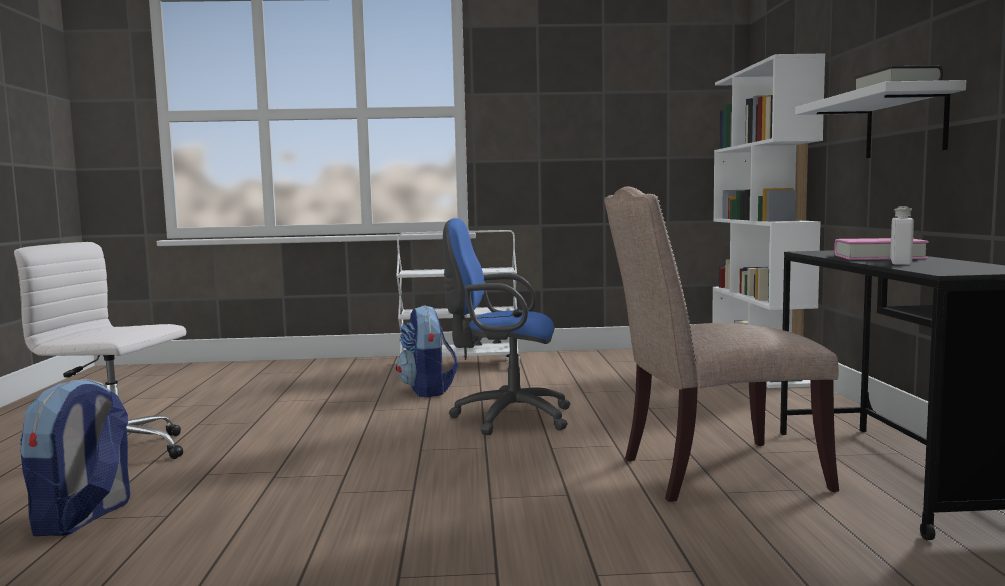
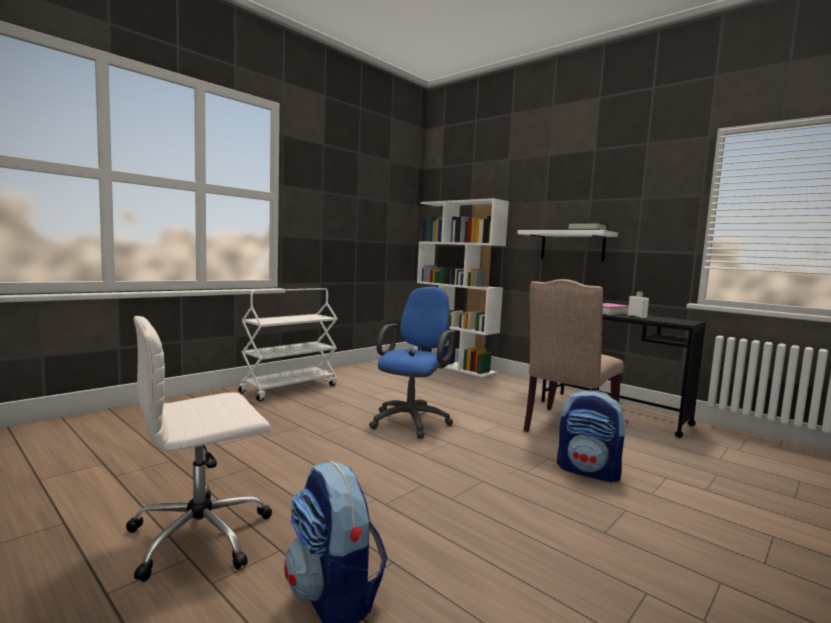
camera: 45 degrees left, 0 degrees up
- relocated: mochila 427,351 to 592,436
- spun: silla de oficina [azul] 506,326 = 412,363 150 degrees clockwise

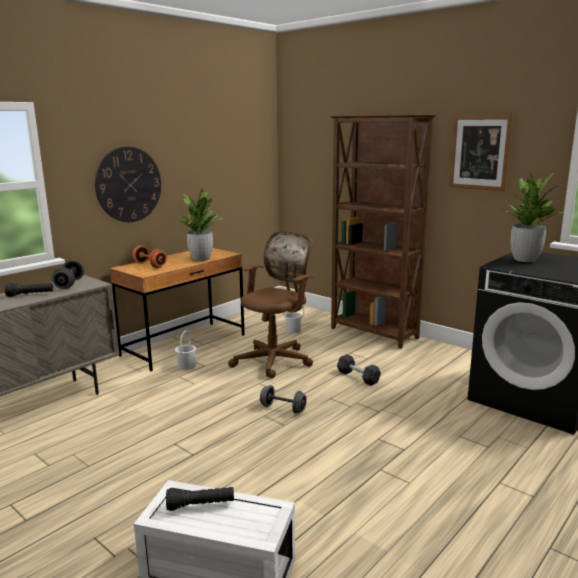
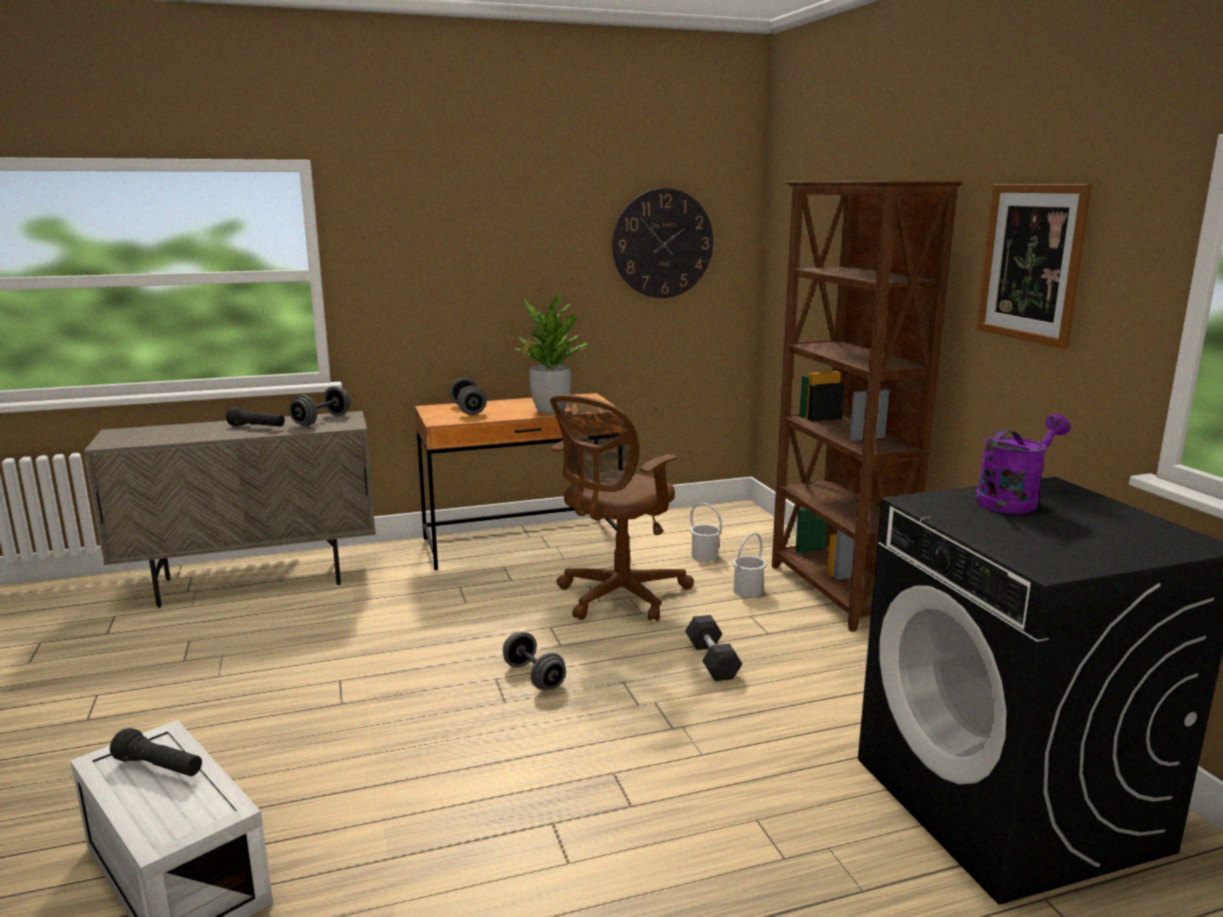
camera: 30 degrees right, 0 degrees up
- relocated: reloj de pared 128,184 to 662,243
- colour: mancuerna [naranja] 149,256 to mancuerna [gris] 468,396
- relocated: cubo [blanco] 185,350 to 749,565
- spun: silla de oficina [marrón] 271,304 = 622,508 150 degrees clockwise
- exchanged: planta en maceta 533,216 to regadera [morado] 1023,464

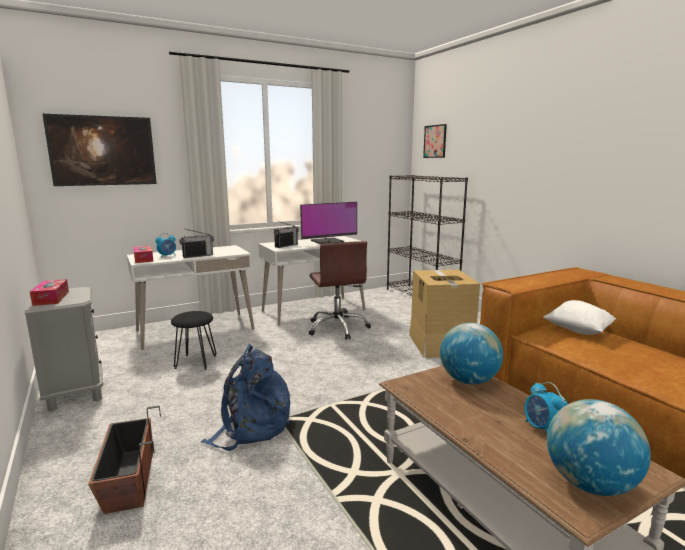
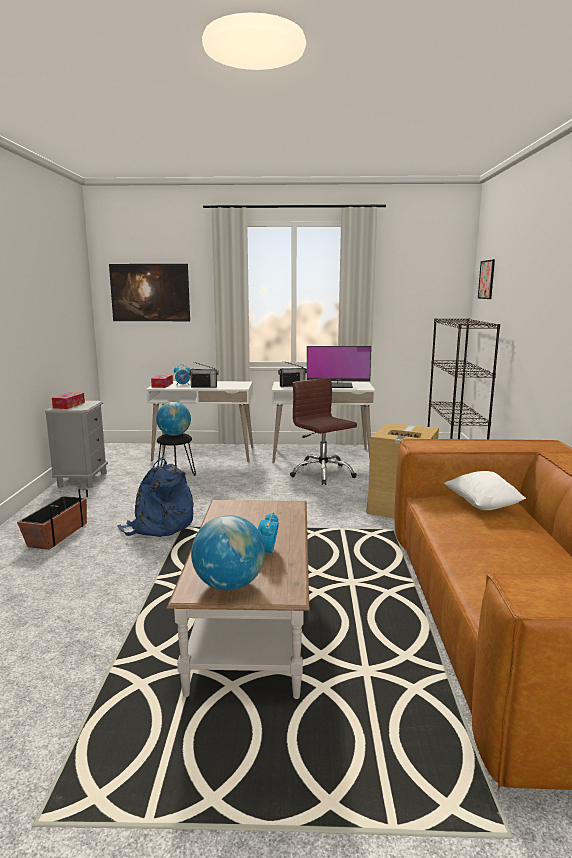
camera: 30 degrees right, 0 degrees up
- spun: silla de oficina [marrón] 340,290 = 323,431 135 degrees clockwise
- relocated: globo terráqueo 471,354 to 173,419

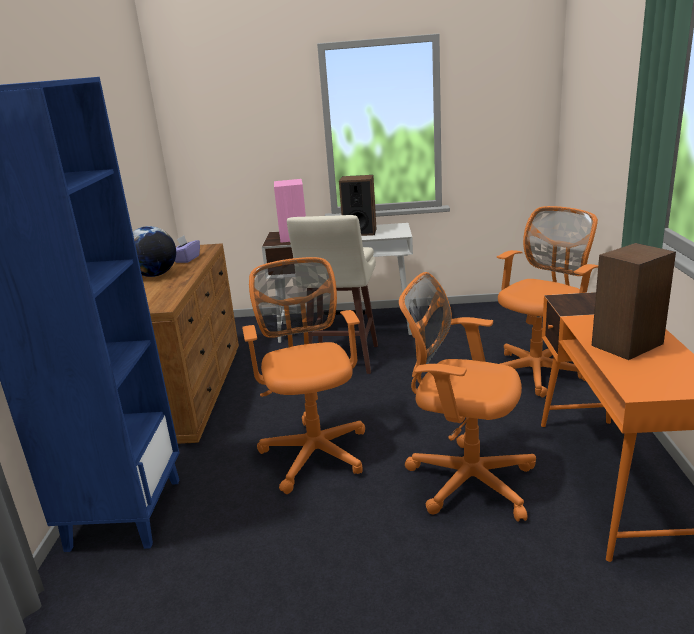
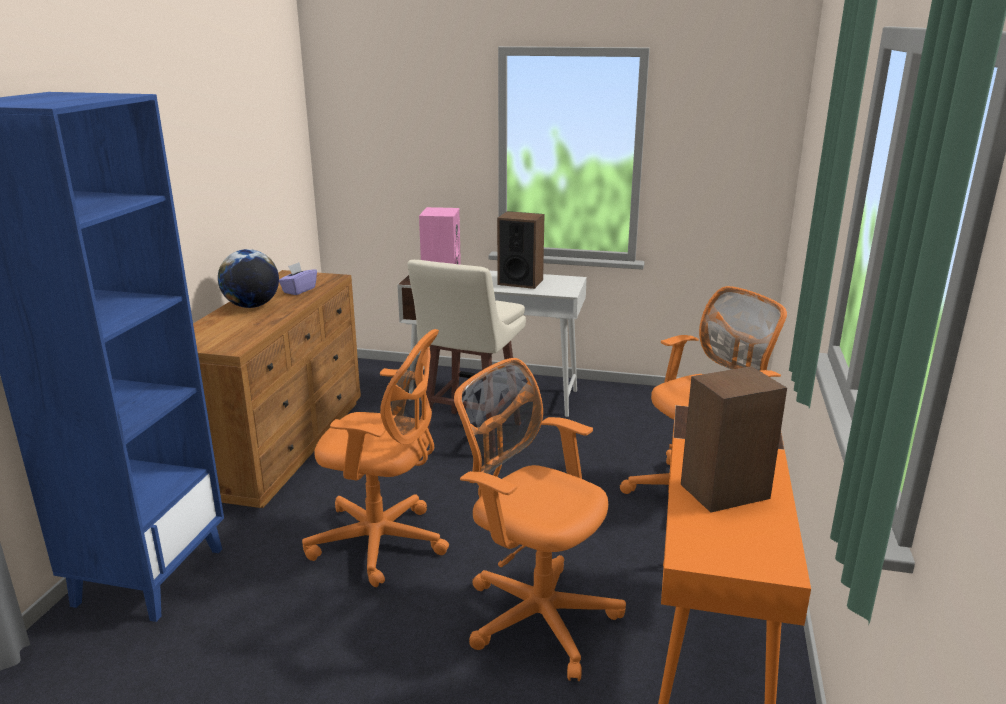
camera: 10 degrees right, 0 degrees up
- spun: silla de oficina [naranja] 303,375 = 375,458 105 degrees clockwise

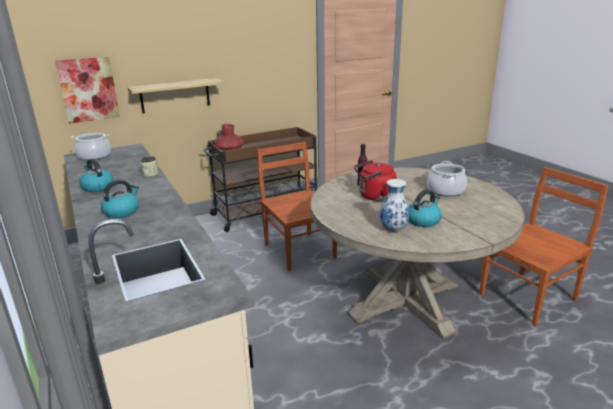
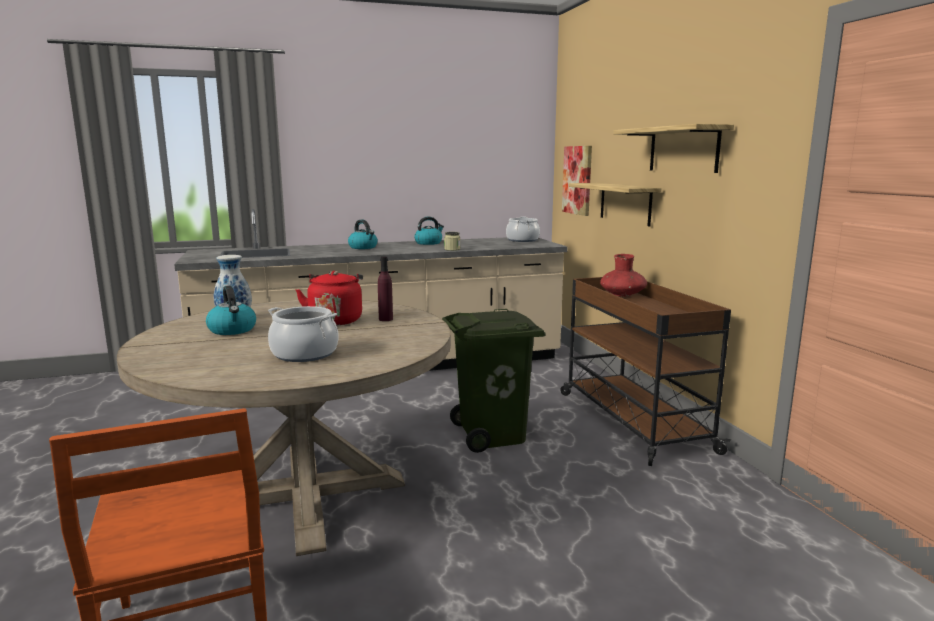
camera: 100 degrees right, 10 degrees down
- exchanged: silla [marrón] 297,206 to papelera [verde] 494,381
- appeared: estante 673,148

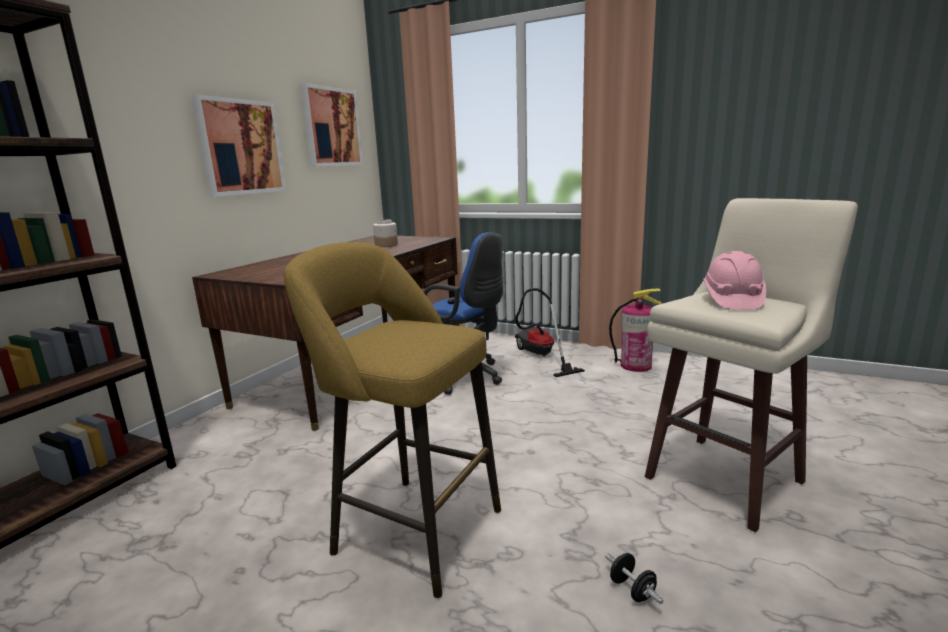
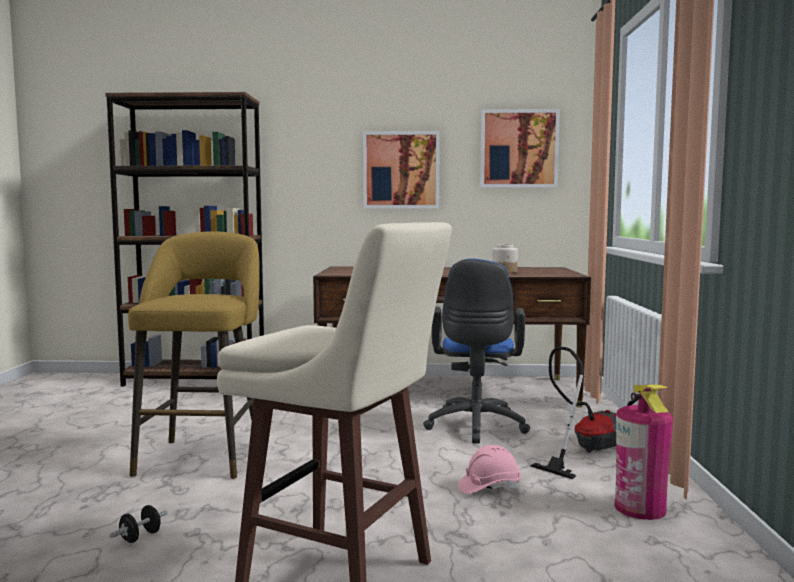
camera: 65 degrees right, 10 degrees down
- relocated: casco [rosa] 734,280 to 489,469

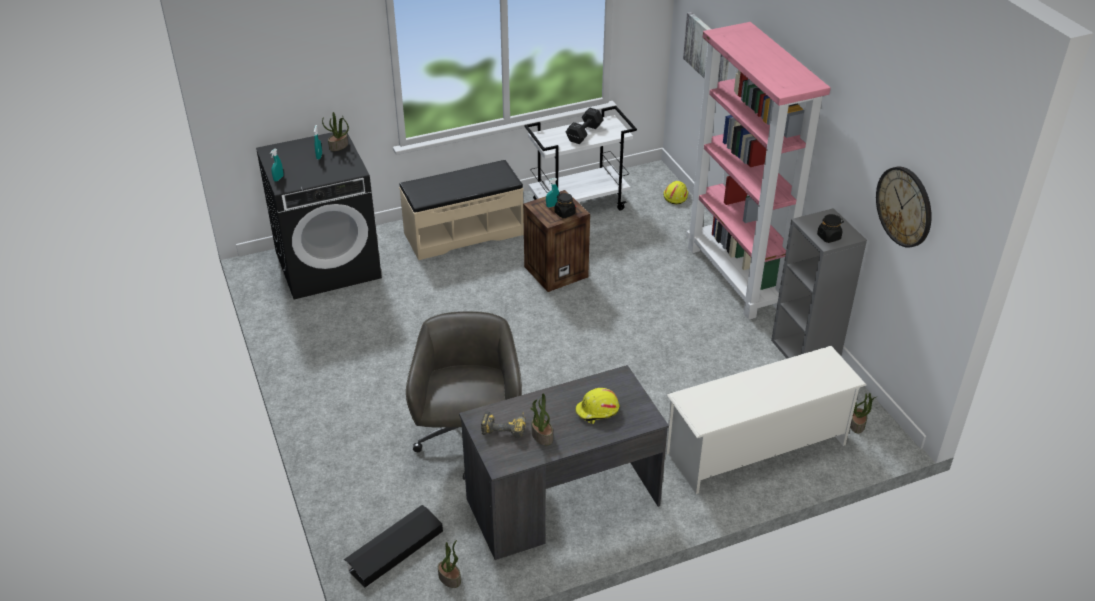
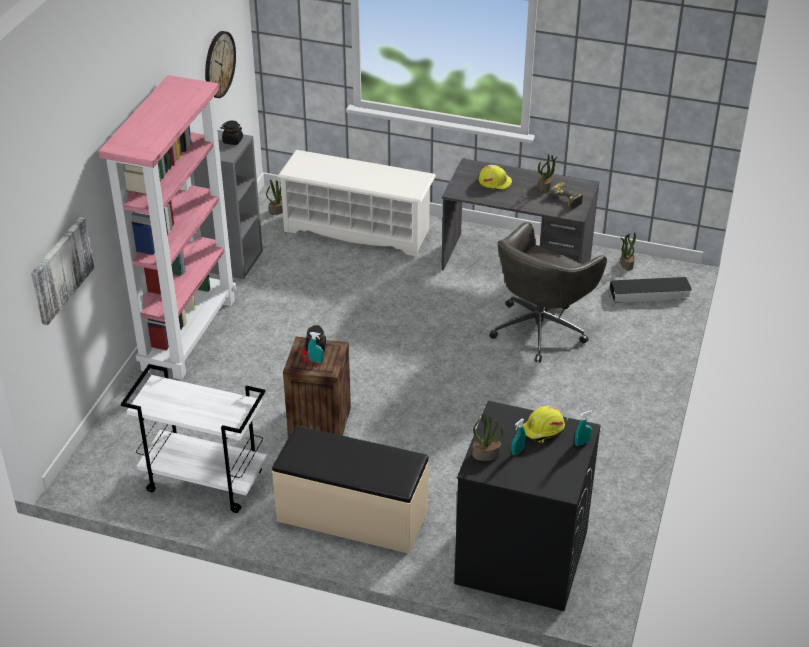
camera: 140 degrees left, 0 degrees up
- missing: mancuerna [negro] 585,126
- relocated: casco [amarillo] 676,192 to 544,424

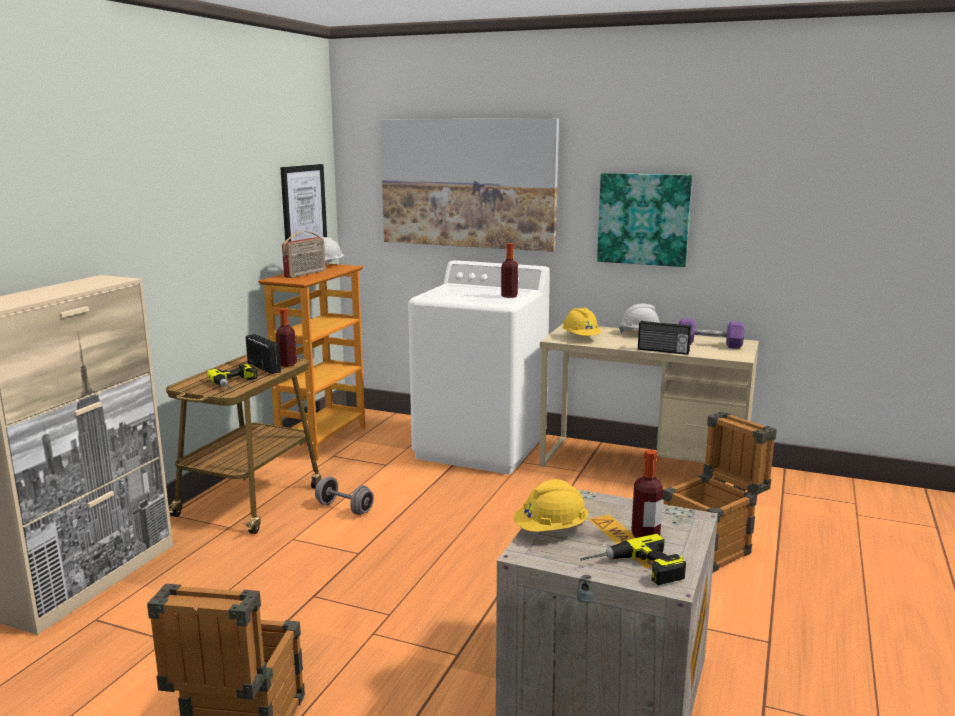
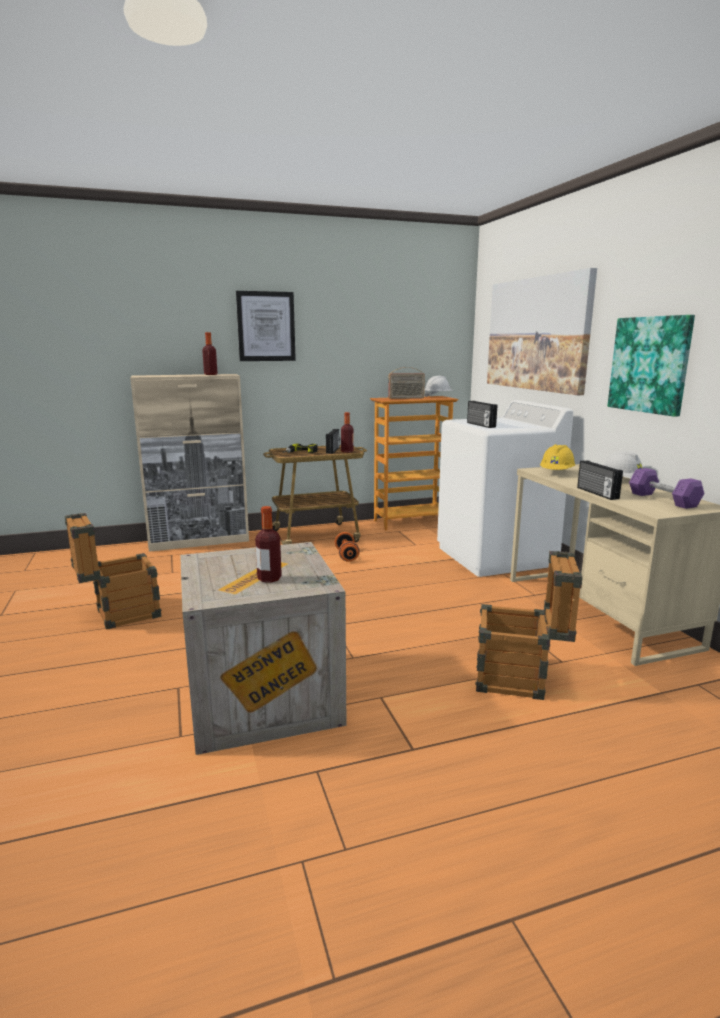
camera: 50 degrees right, 0 degrees up
- relocated: cuadro 303,203 to 266,326
- colour: mancuerna [gris] 344,496 to mancuerna [naranja] 347,547
- relocated: botella 509,270 to 210,353
- missing: casco [amarillo] 551,505
- missing: taladro 633,559
- appeared: radio 482,414

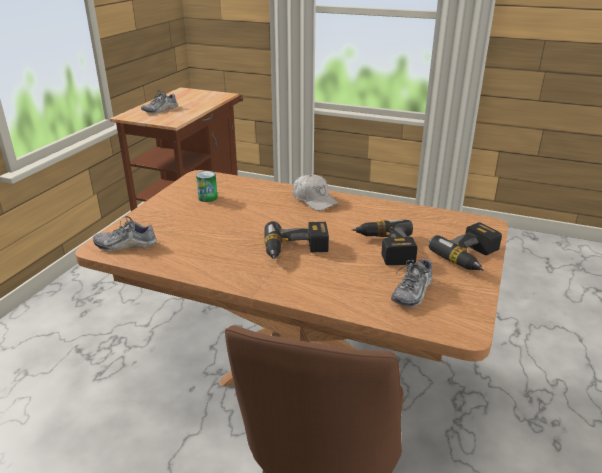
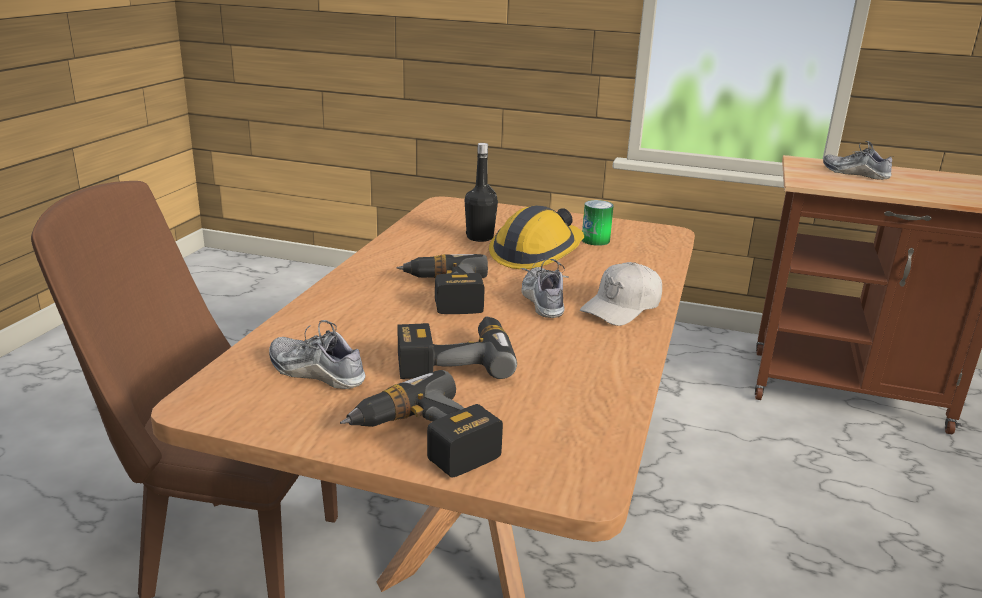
camera: 85 degrees right, 5 degrees down
- relocated: zapato 125,234 to 545,288
- appeared: botella [negro] 481,192
- appeared: casco 536,237

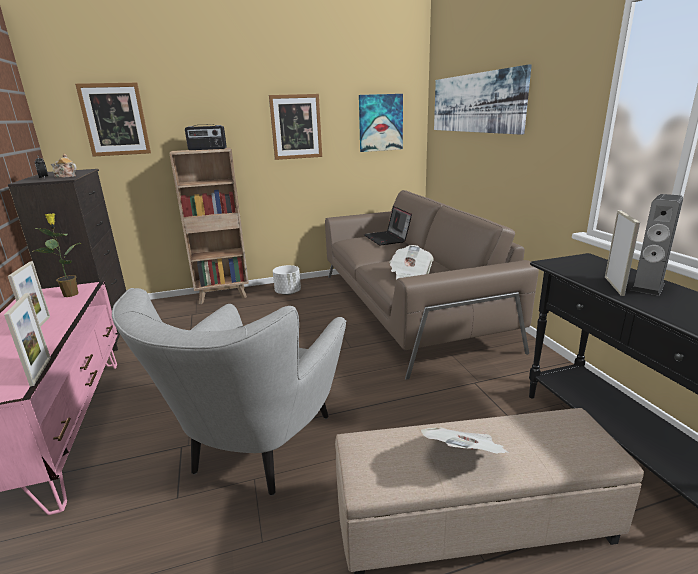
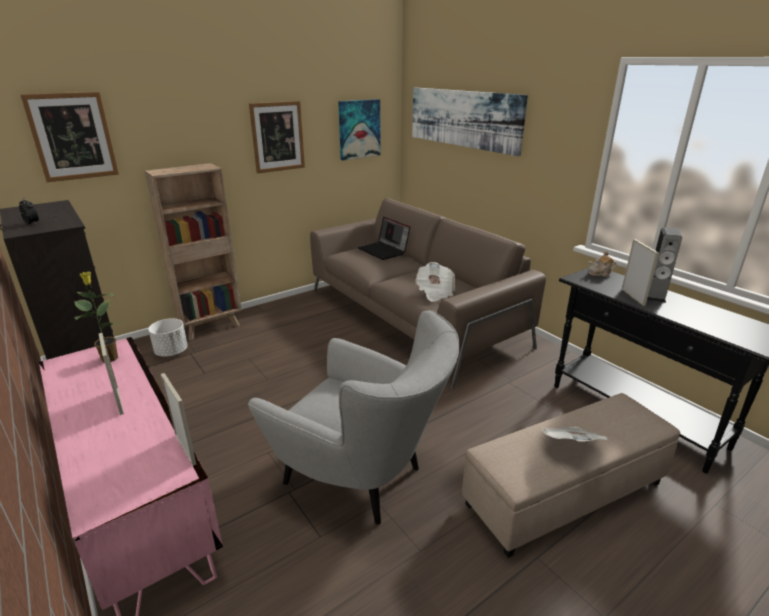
camera: 20 degrees left, 5 degrees up
- relocated: tetera 64,166 to 602,264
- spun: sillón [gris] 229,392 = 354,417 60 degrees counterclockwise
- missing: radio 206,137
- relocated: maceta [blanco] 287,280 to 168,338

